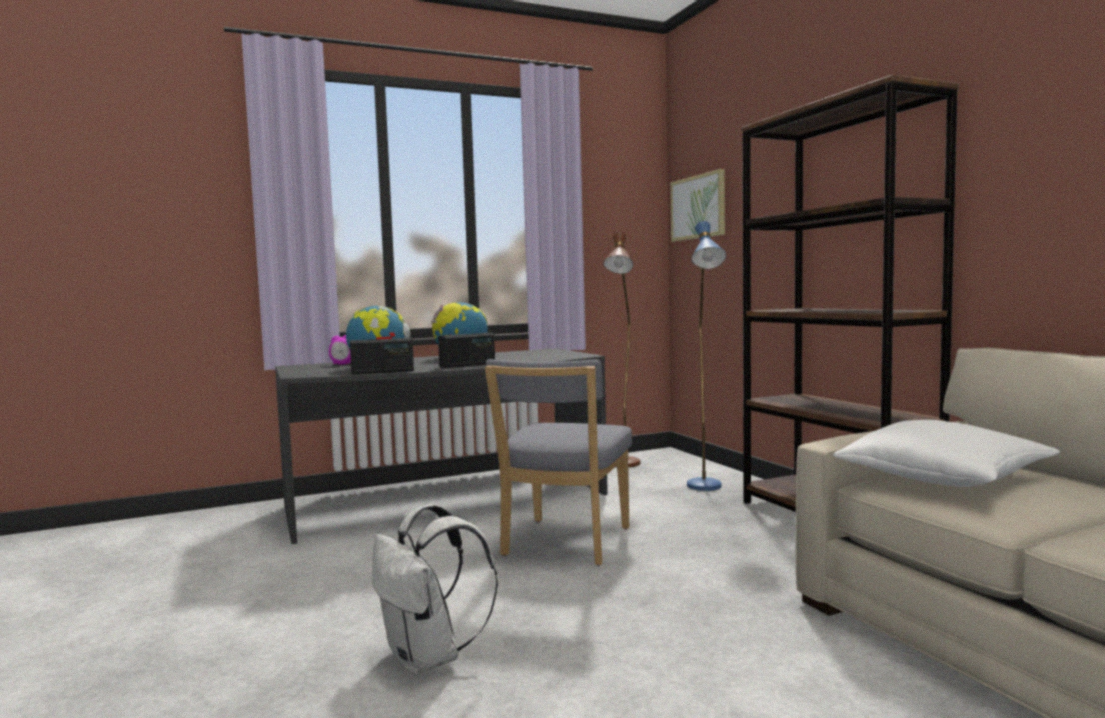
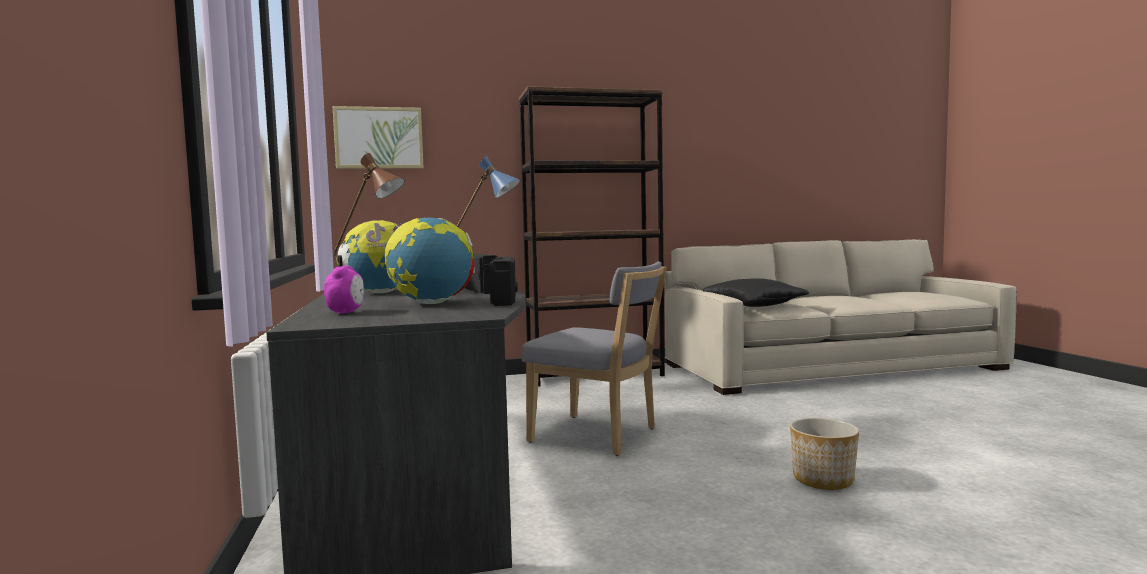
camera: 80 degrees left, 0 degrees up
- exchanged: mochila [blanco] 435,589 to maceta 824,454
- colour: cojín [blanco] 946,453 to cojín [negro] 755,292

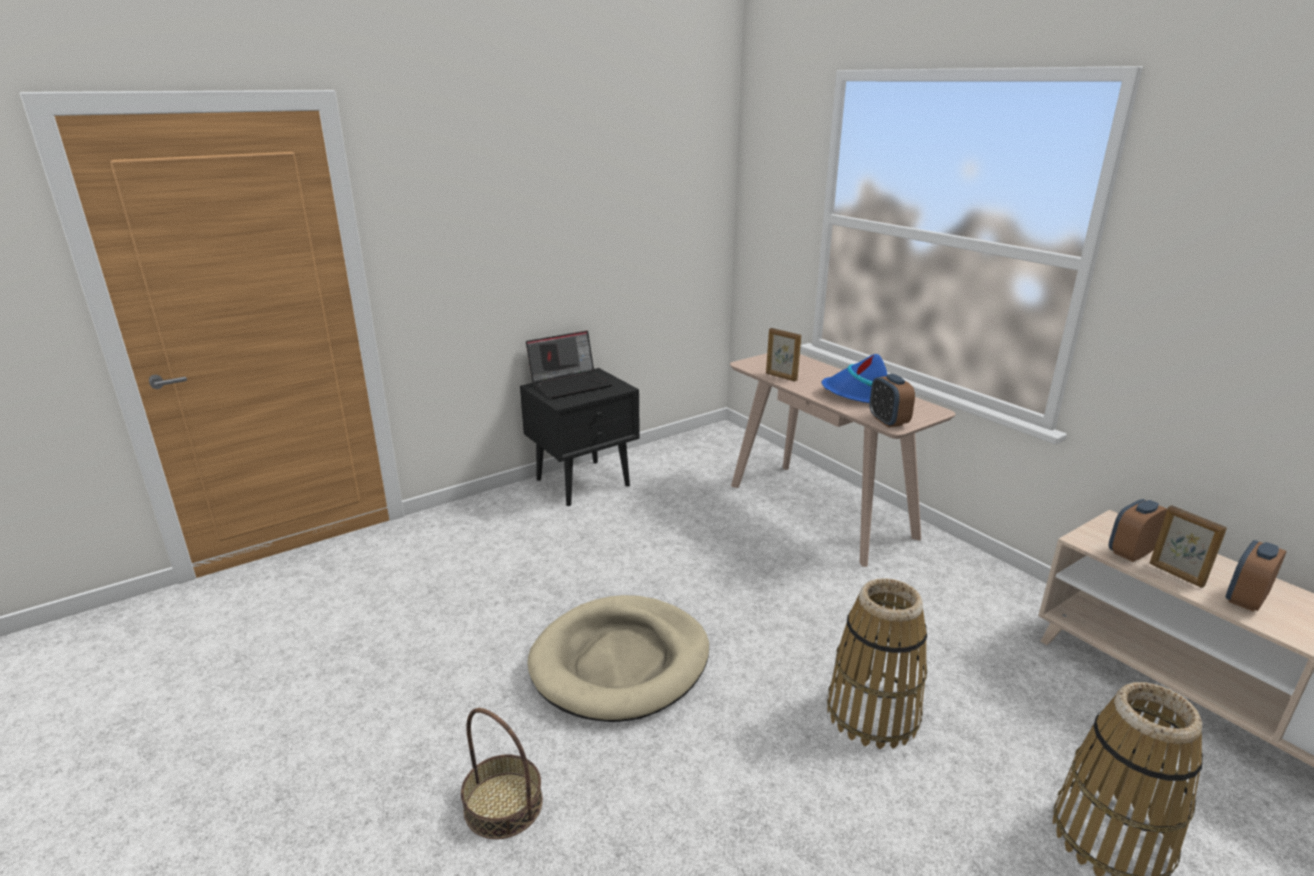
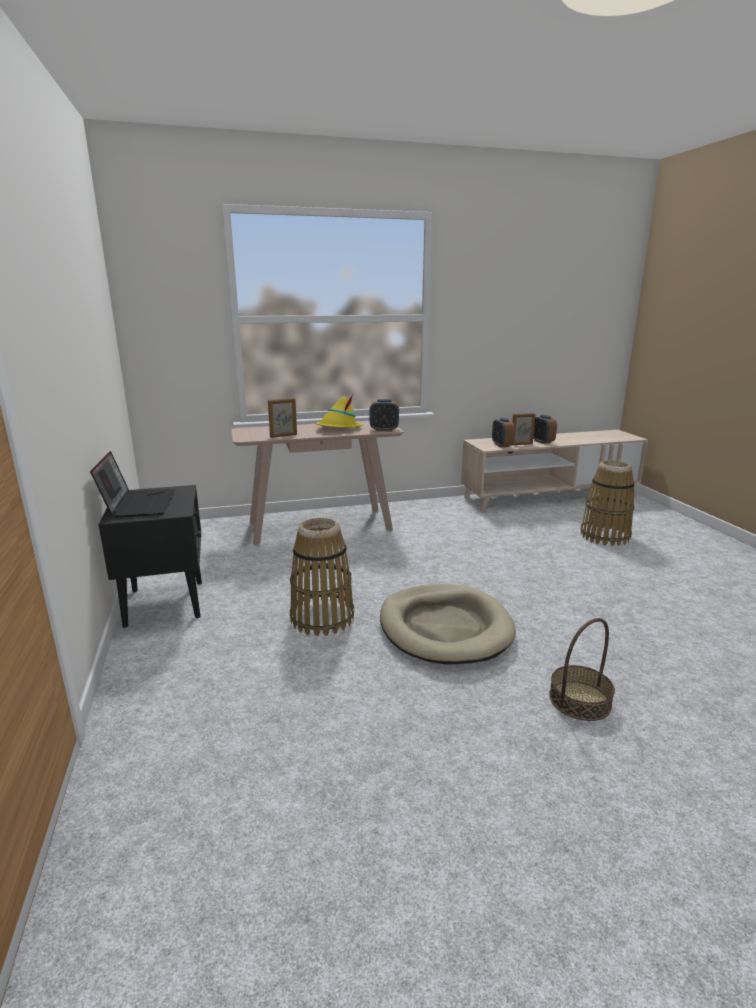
camera: 70 degrees left, 5 degrees down
- colour: sombrero [azul] 854,378 to sombrero [amarillo] 339,411
- relocated: cesta 877,663 to 322,577

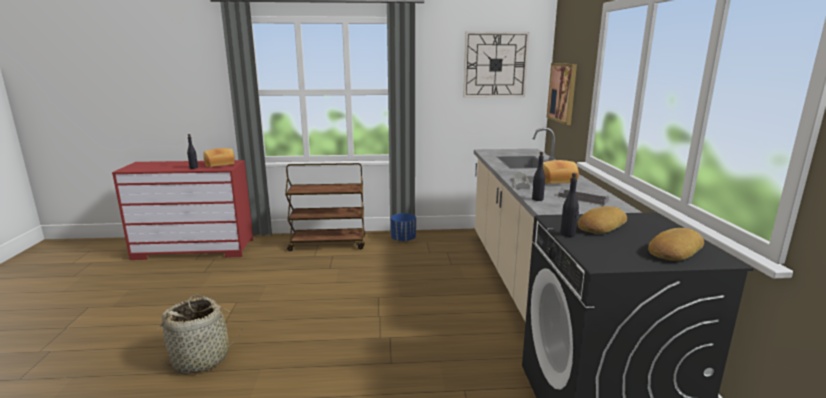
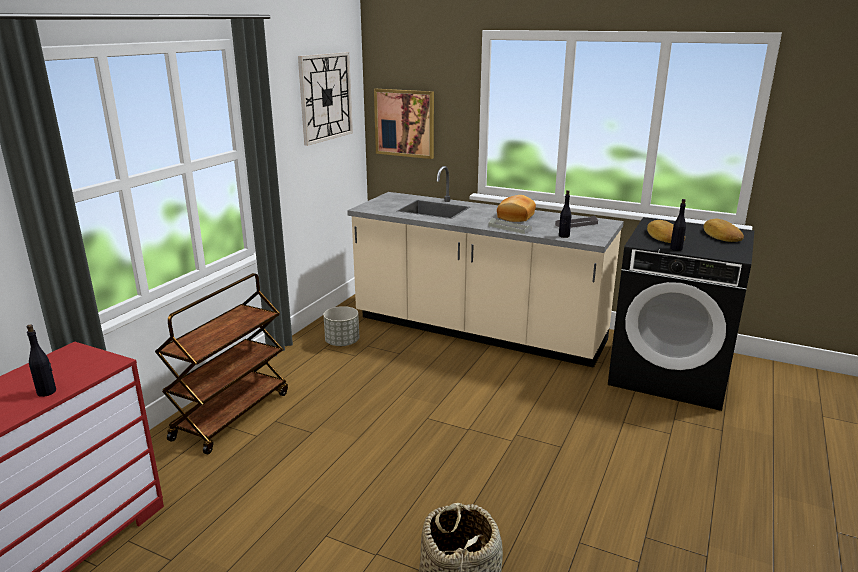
camera: 60 degrees left, 5 degrees up
- missing: pan 219,157
- missing: maceta [azul] 403,227
- appeared: maceta [gris] 341,326

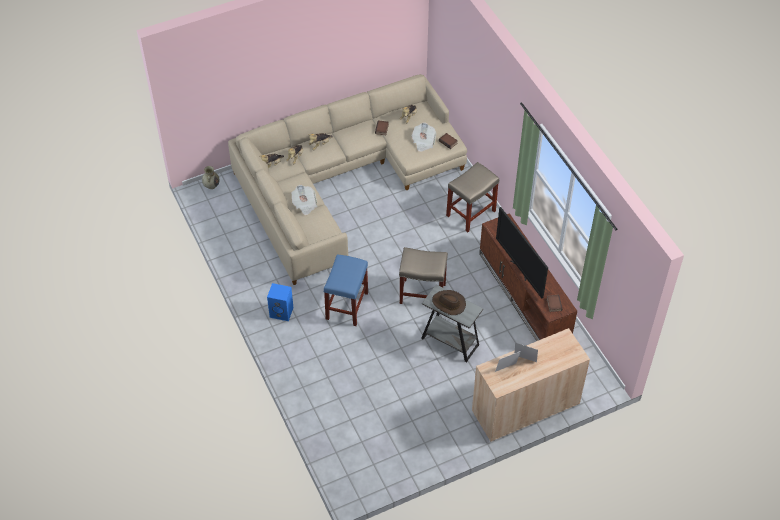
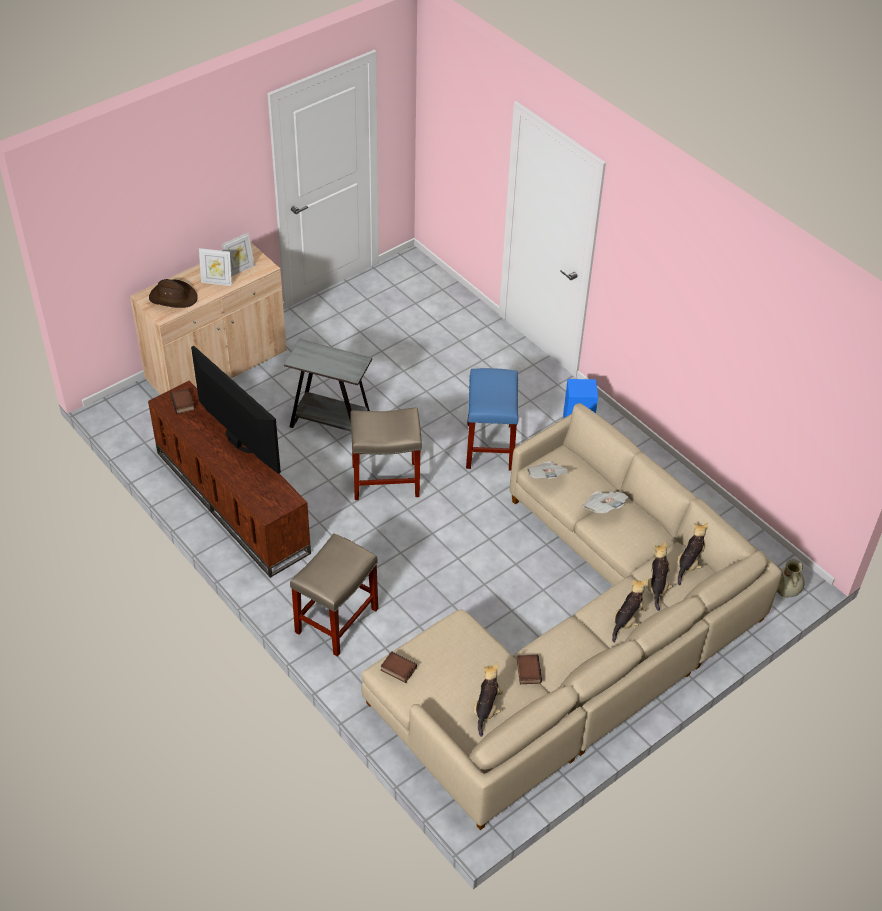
camera: 165 degrees right, 5 degrees down
- relocated: periódico 424,137 to 547,470
- relocated: sombrero [marrón] 449,302 to 173,293

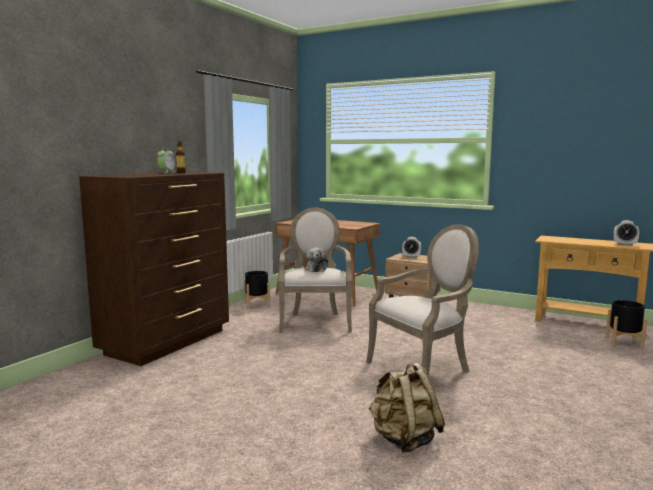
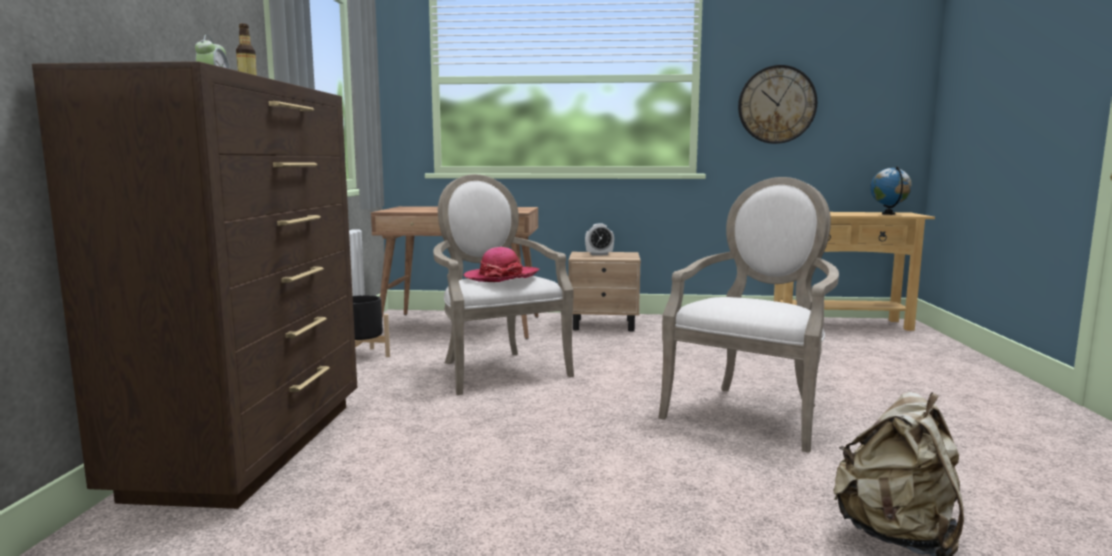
camera: 25 degrees left, 0 degrees up
- exchanged: peluche 316,259 to sombrero 502,264
- missing: maceta [negro] 626,324
- exchanged: despertador 626,233 to globo terráqueo 891,190
- appeared: reloj de pared 777,104

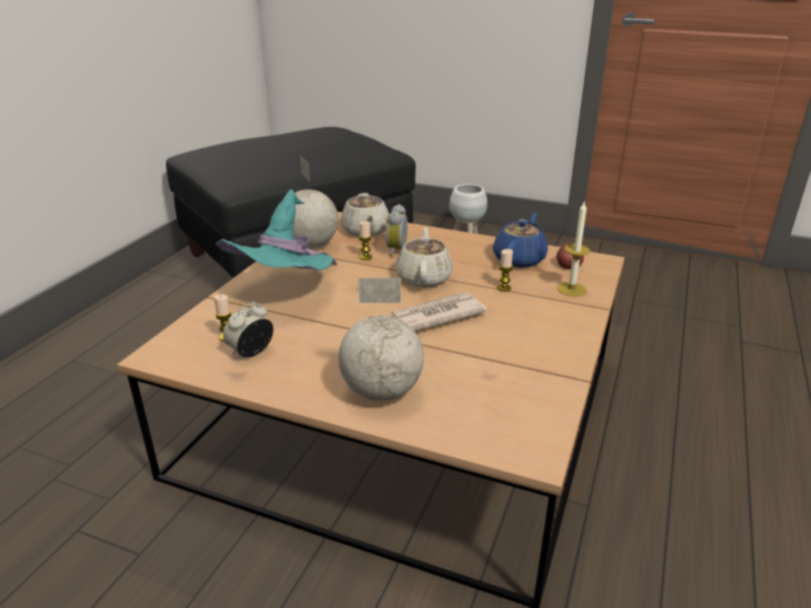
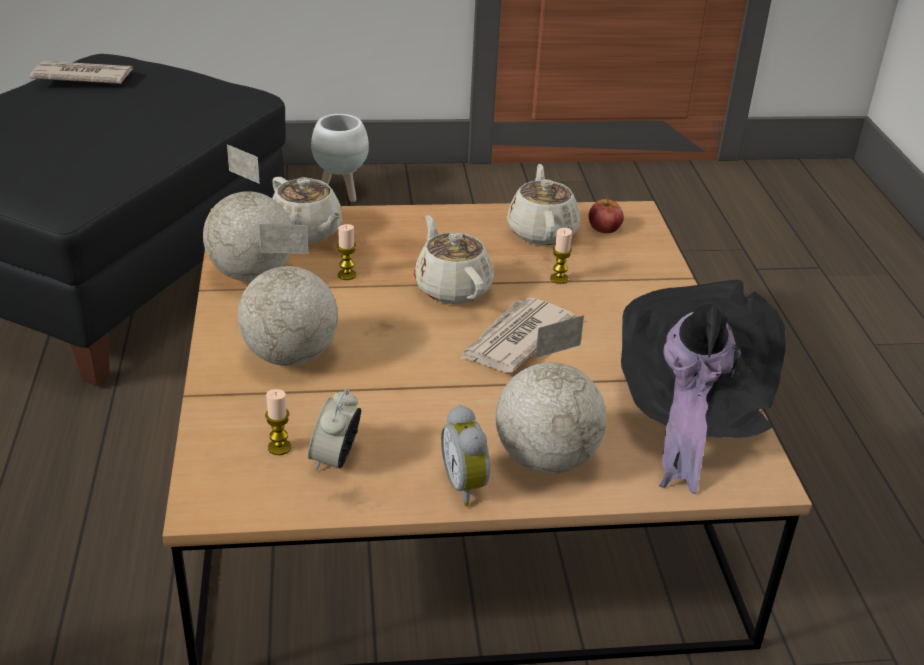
camera: 30 degrees left, 5 degrees up
- exchanged: sombrero [turquesa] 276,230 to globo terráqueo 288,295
- relocated: despertador 397,230 to 465,455
- colour: tetera [azul] 520,240 to tetera [beis] 543,204
- missing: vela 573,249
- appeared: periódico 81,72
- appeared: sombrero [negro] 703,387

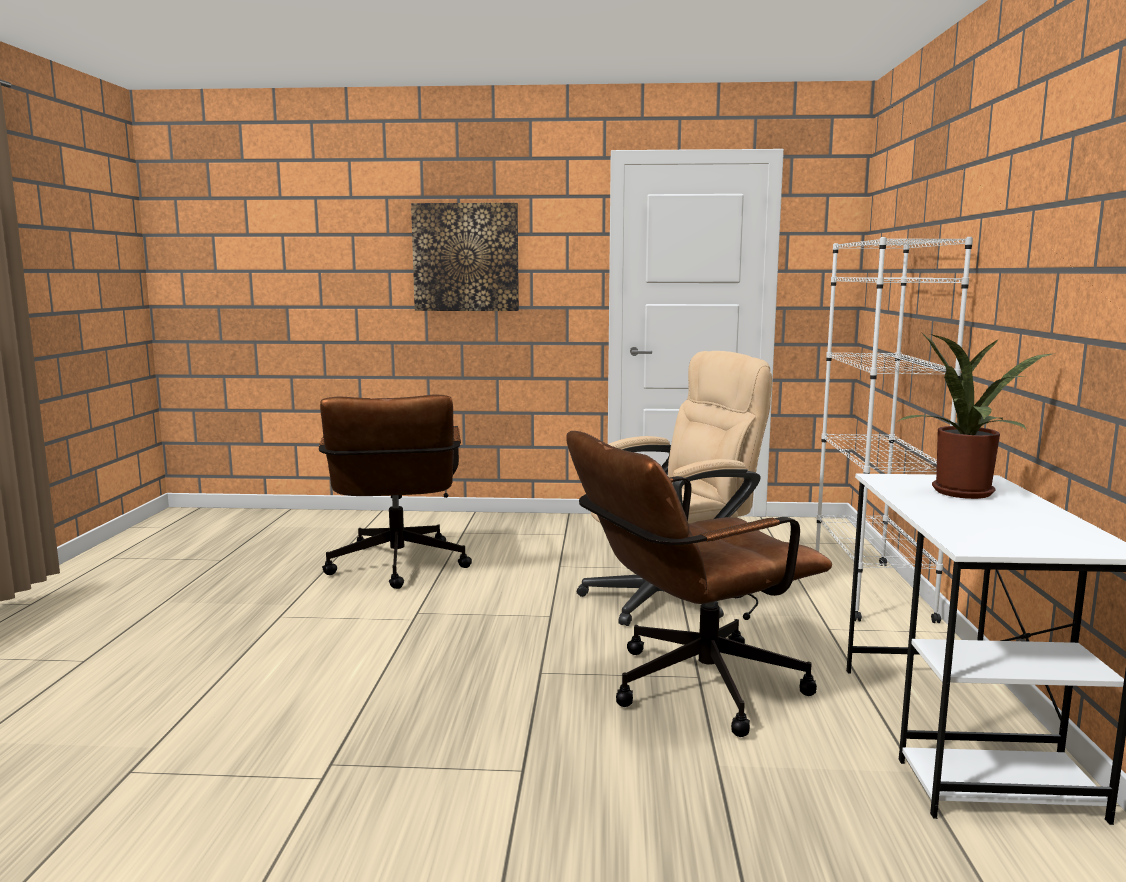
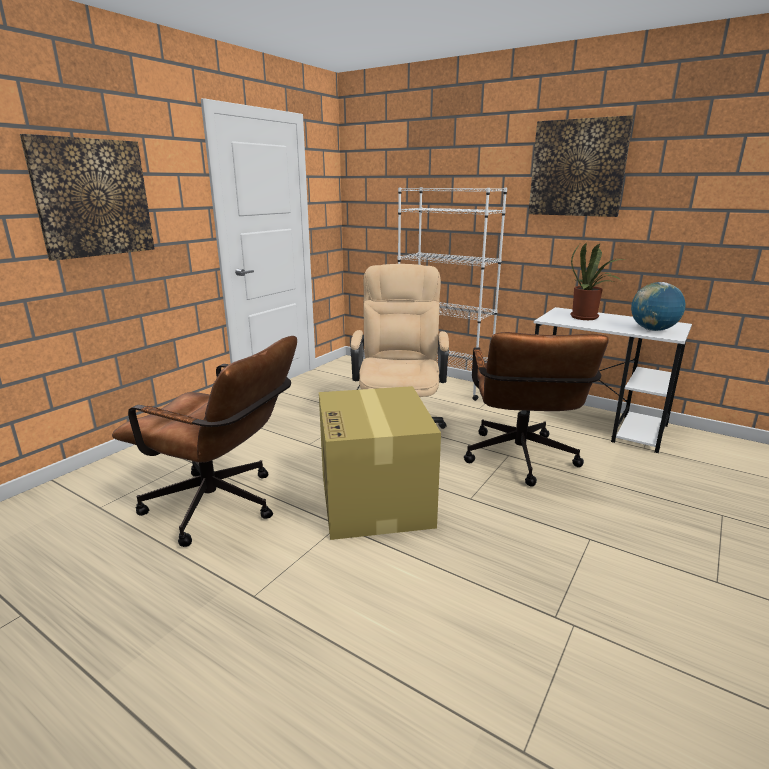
camera: 60 degrees left, 10 degrees up
- appeared: caja de cartón 380,463
- appeared: cuadro 581,166
- appeared: globo terráqueo 658,306

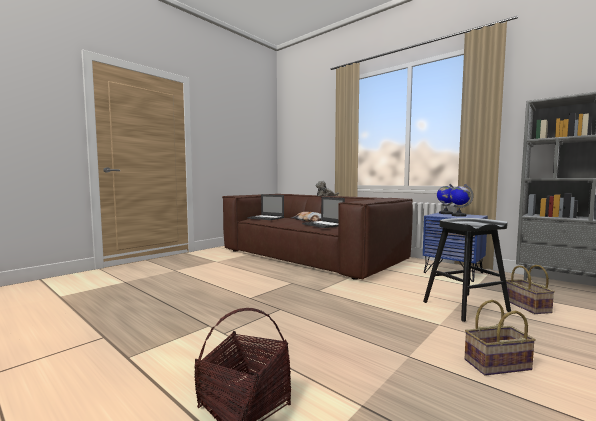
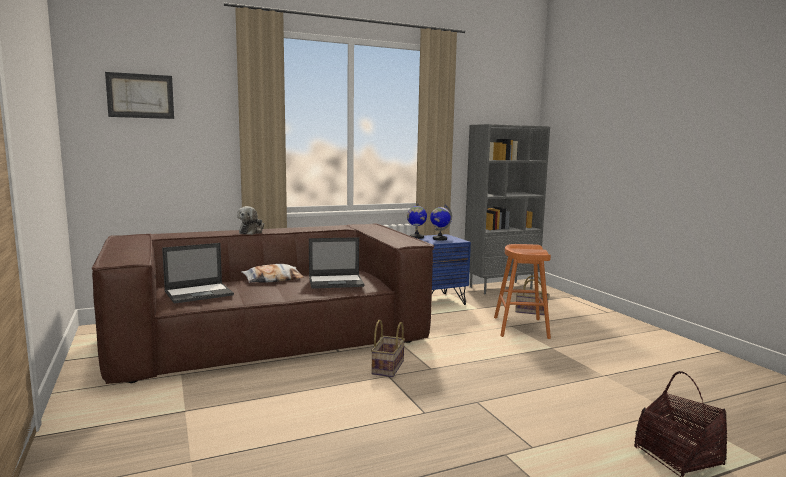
camera: 65 degrees left, 5 degrees up
- colour: taburete [negro] 467,270 to taburete [naranja] 522,291
- relocated: cesta 500,338 to 388,348
- appeared: cuadro 139,95

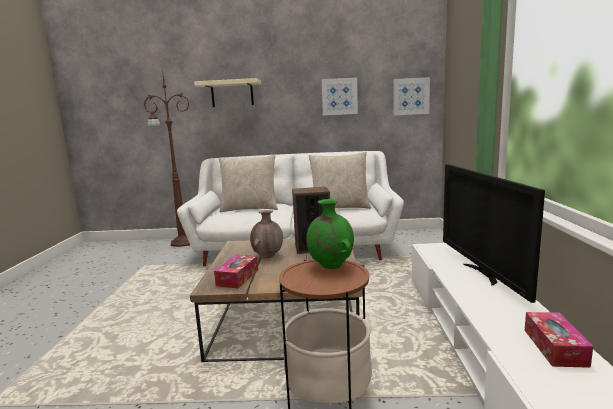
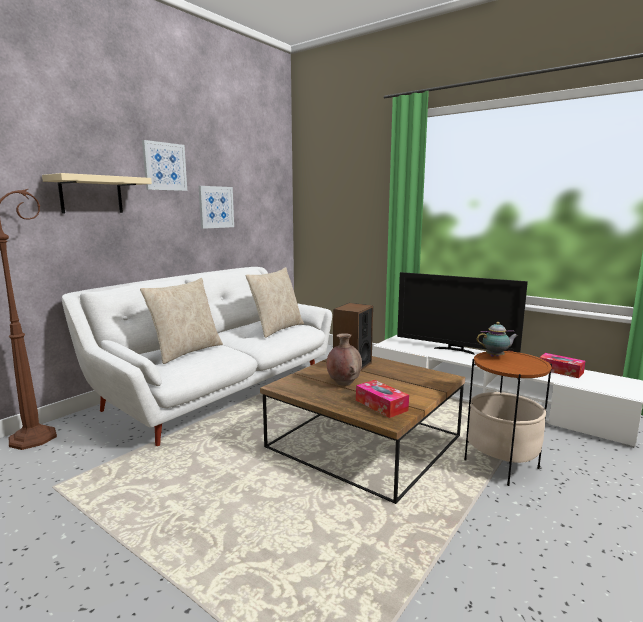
camera: 55 degrees left, 0 degrees up
- exchanged: florero [verde] 330,234 to tetera 497,339
- relocated: cuadro 411,96 to 164,165

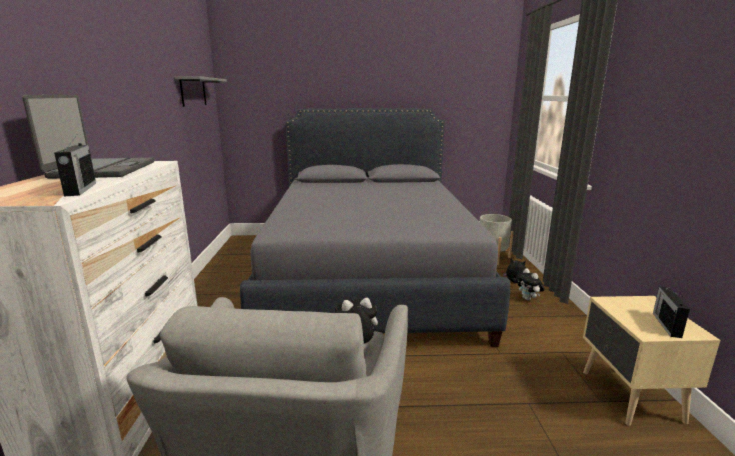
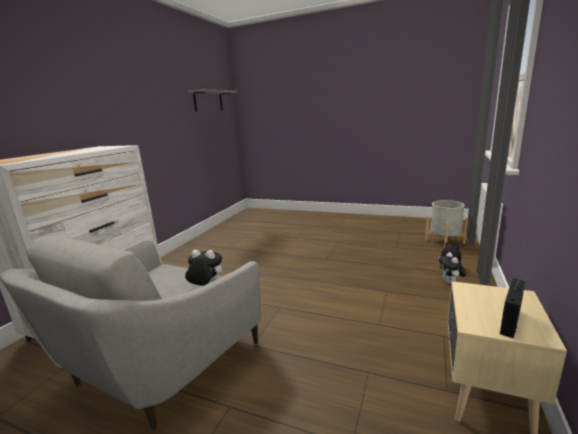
camera: 25 degrees right, 0 degrees up
- missing: portátil 88,136
- missing: radio 75,166
- missing: cama [gris] 375,227

